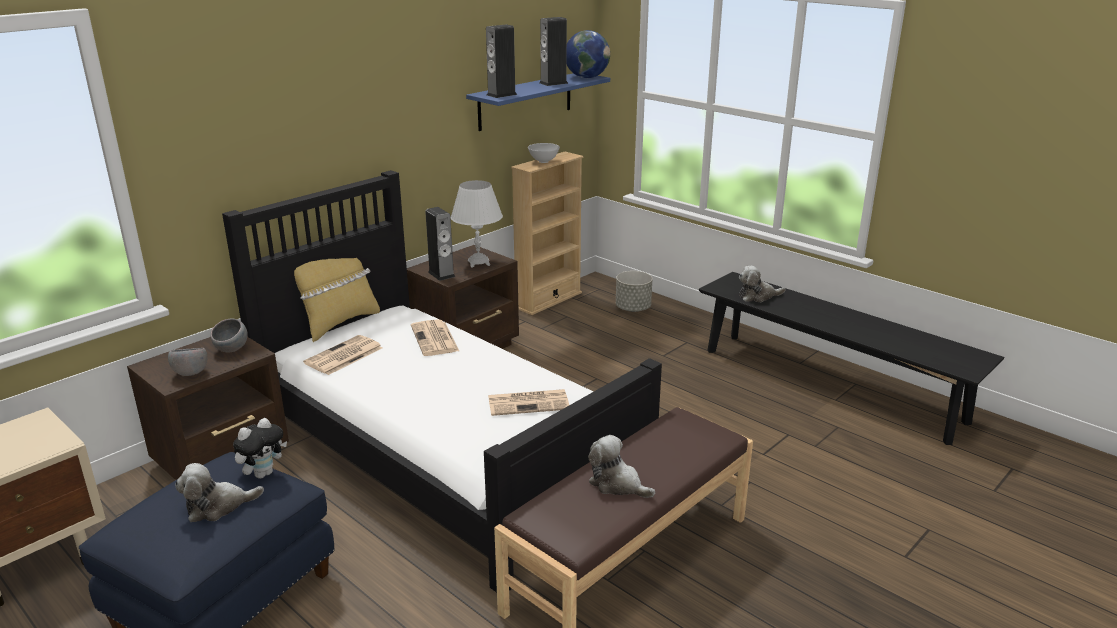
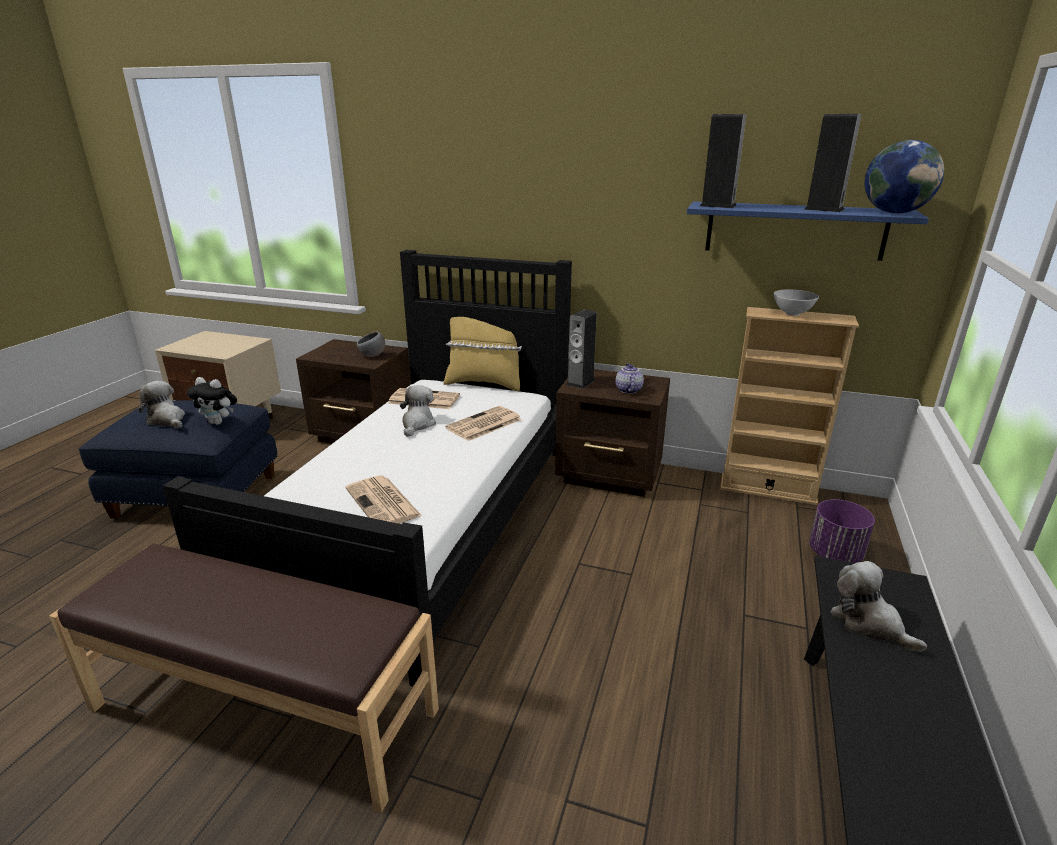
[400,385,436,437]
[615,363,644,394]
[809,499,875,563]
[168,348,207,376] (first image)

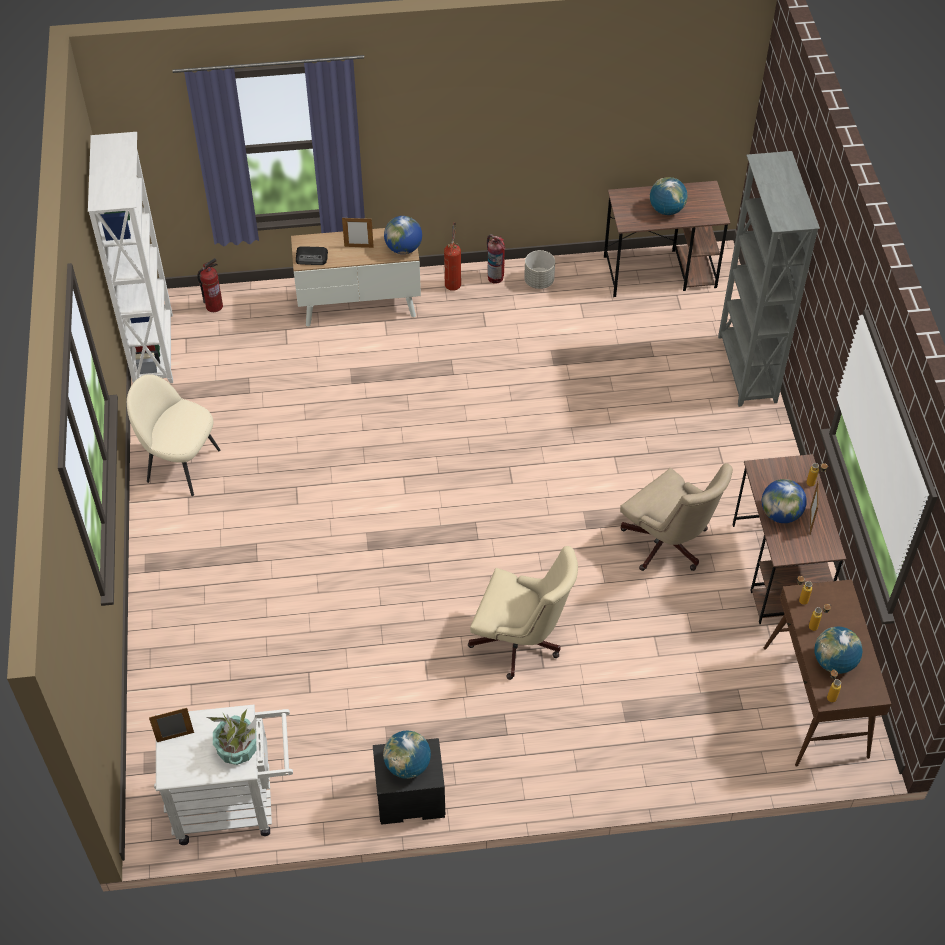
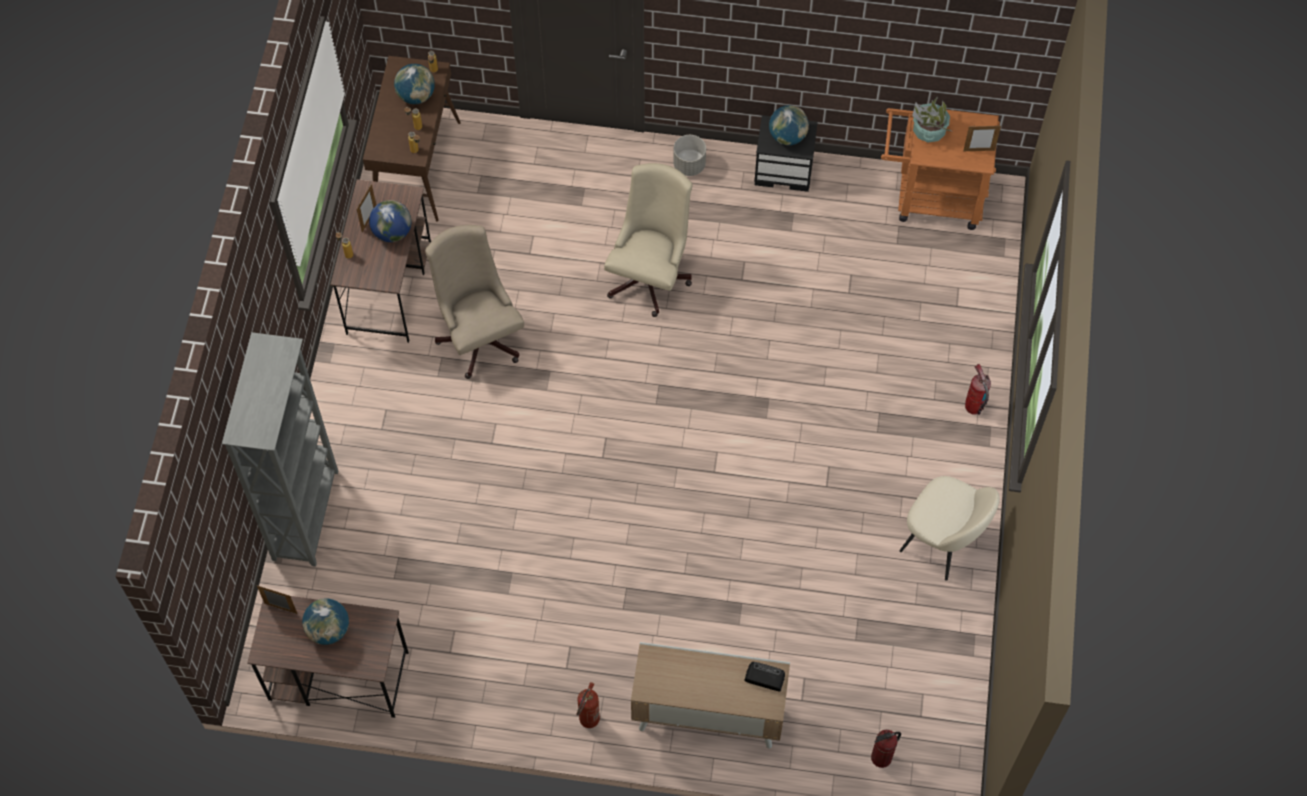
[257,585,297,614]
[604,163,693,317]
[673,135,706,176]
[881,106,1000,230]
[965,364,991,415]
[88,132,173,383] (first image)
[384,216,422,254] (first image)

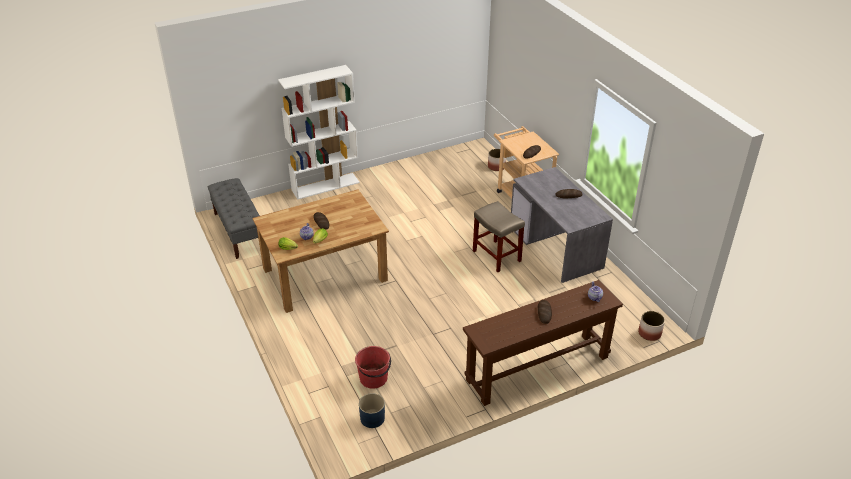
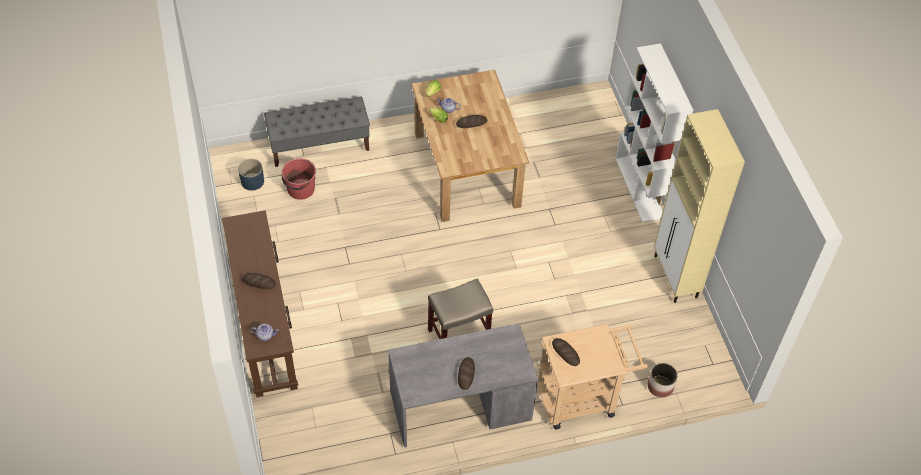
[264,96,370,167]
[654,109,745,303]
[638,311,665,341] (first image)

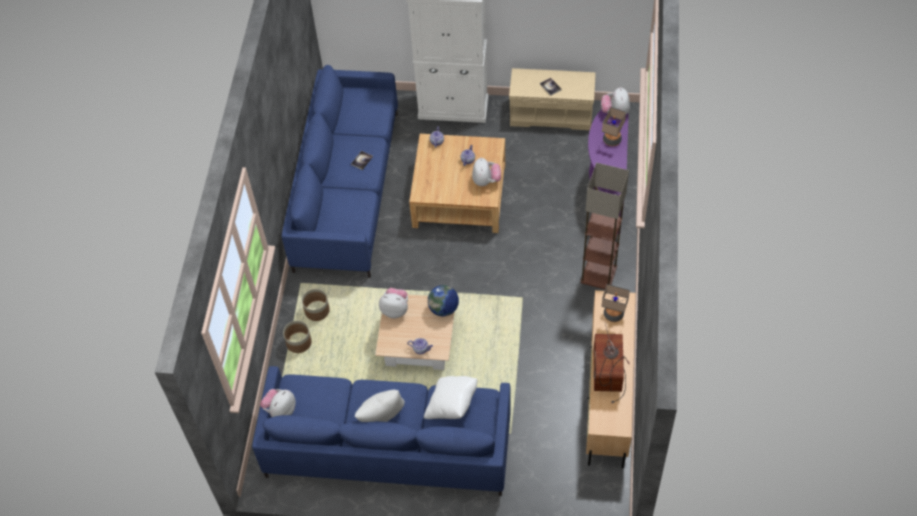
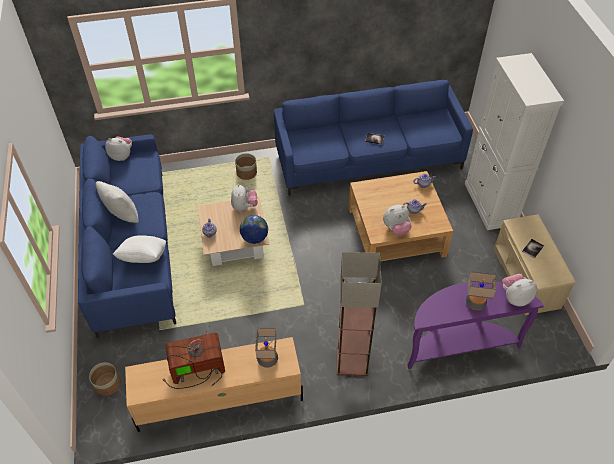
[89,362,121,396]

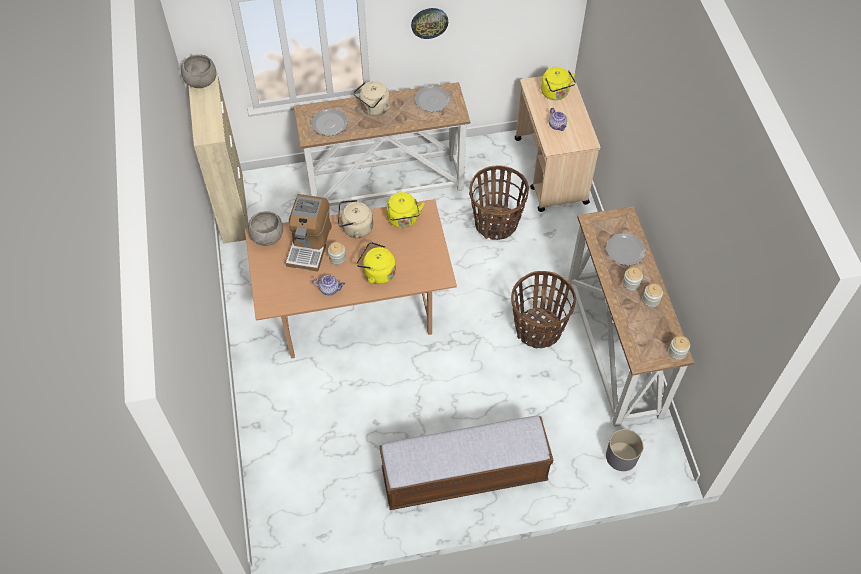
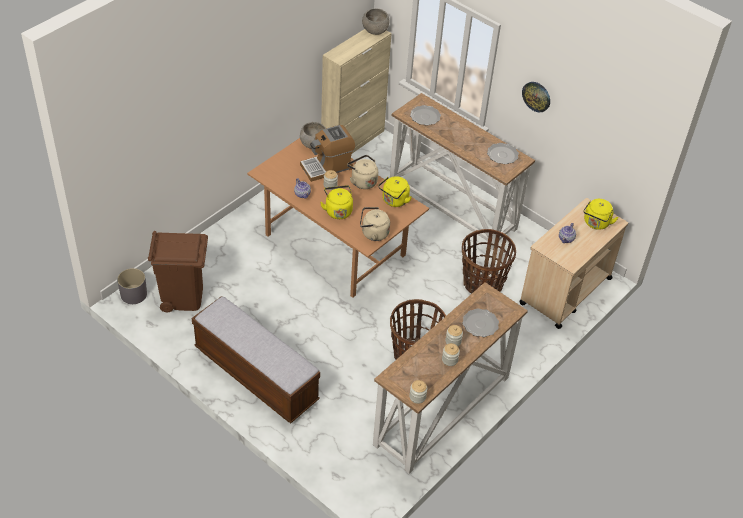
[117,268,147,304]
[148,231,208,312]
[360,207,390,241]

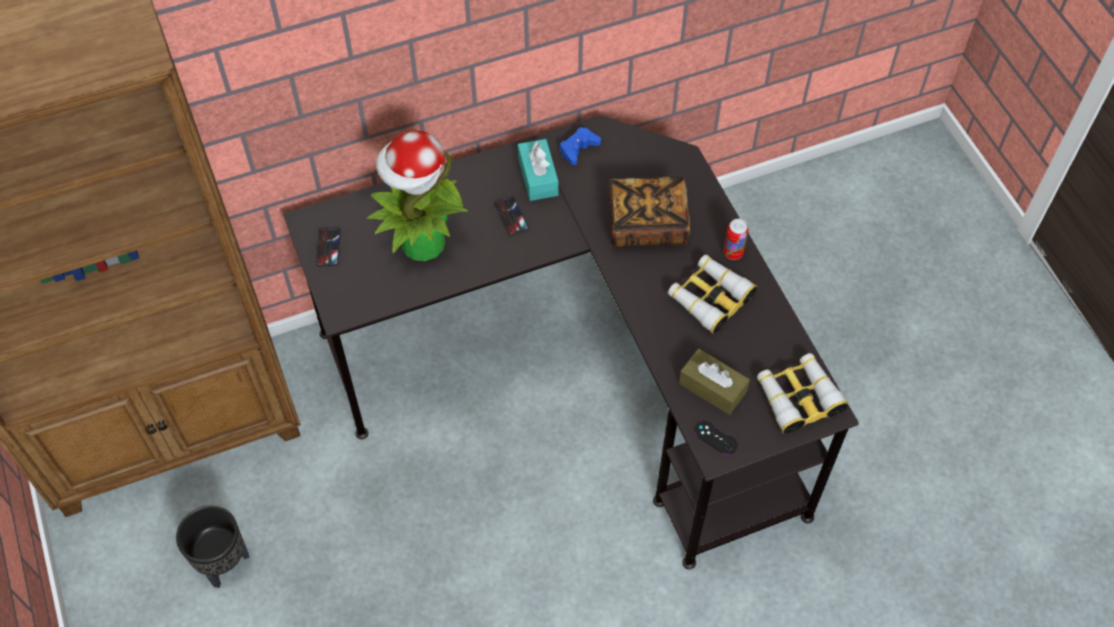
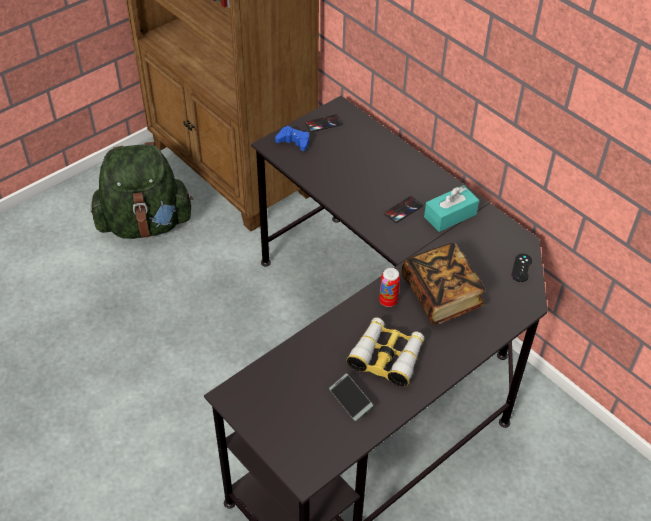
[91,142,193,239]
[275,126,309,151]
[329,373,373,421]
[379,268,400,307]
[511,254,532,282]
[367,130,468,261] (first image)
[679,349,750,415] (first image)
[757,353,849,434] (first image)

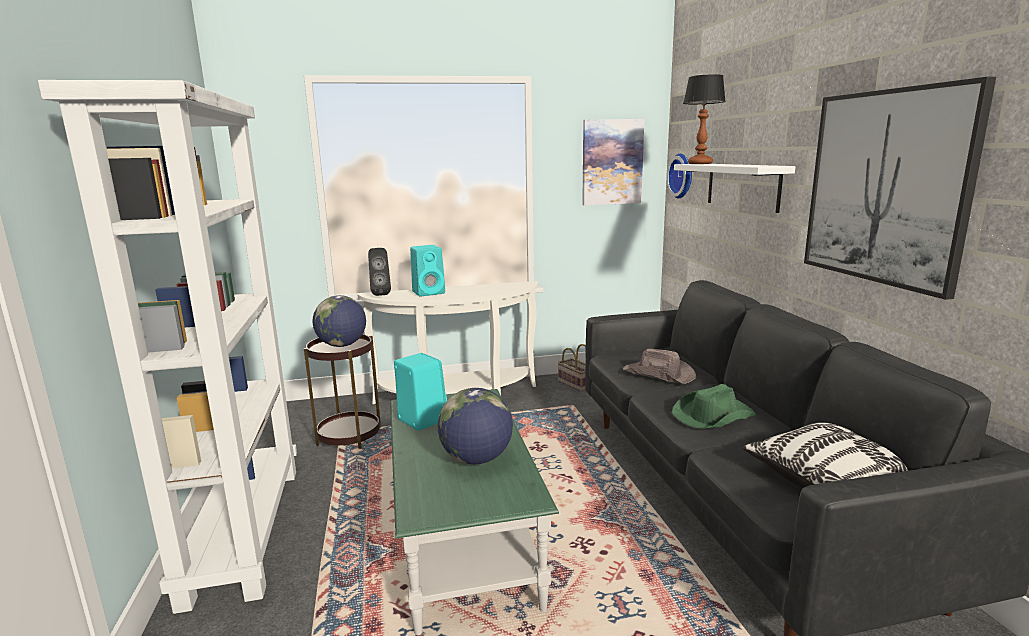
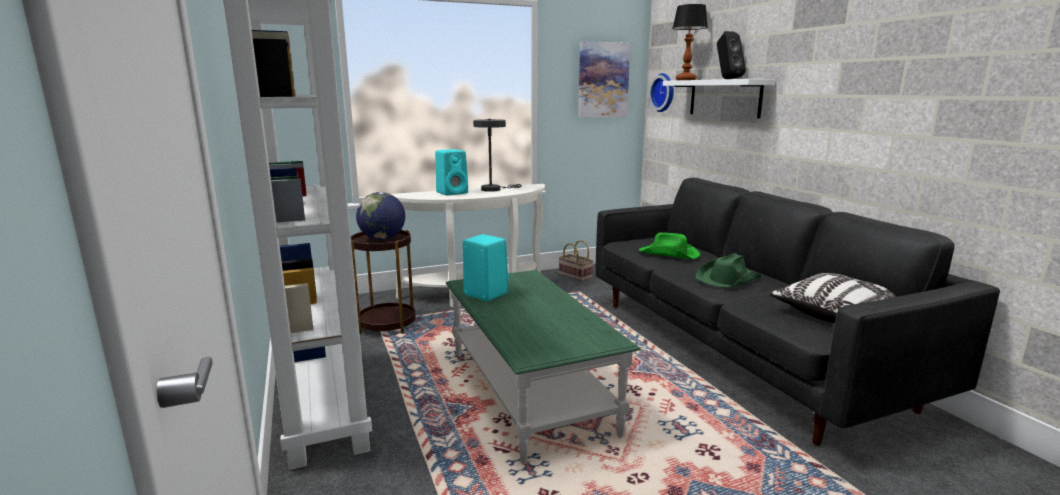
[473,119,522,192]
[639,232,701,259]
[717,31,746,79]
[438,388,513,464] (first image)
[804,77,996,300] (first image)

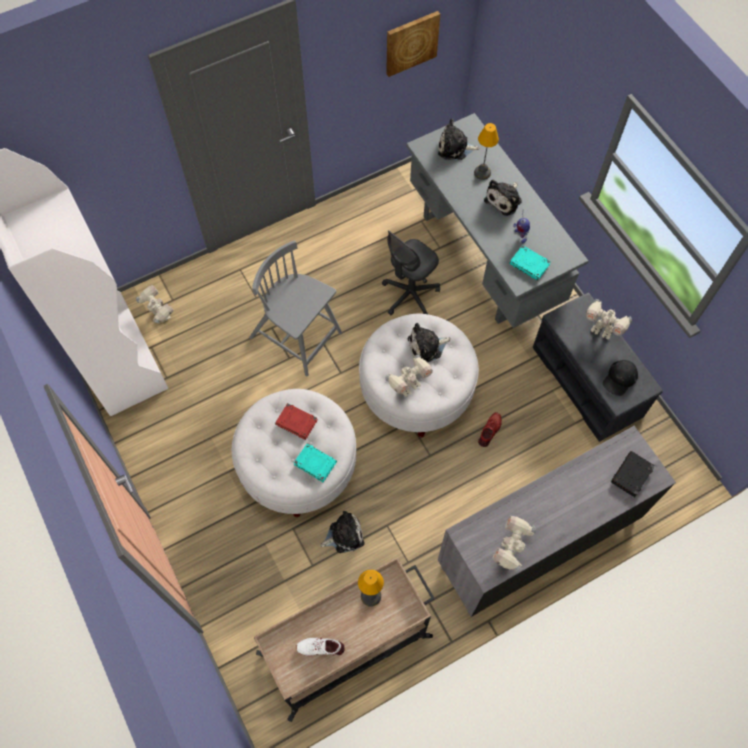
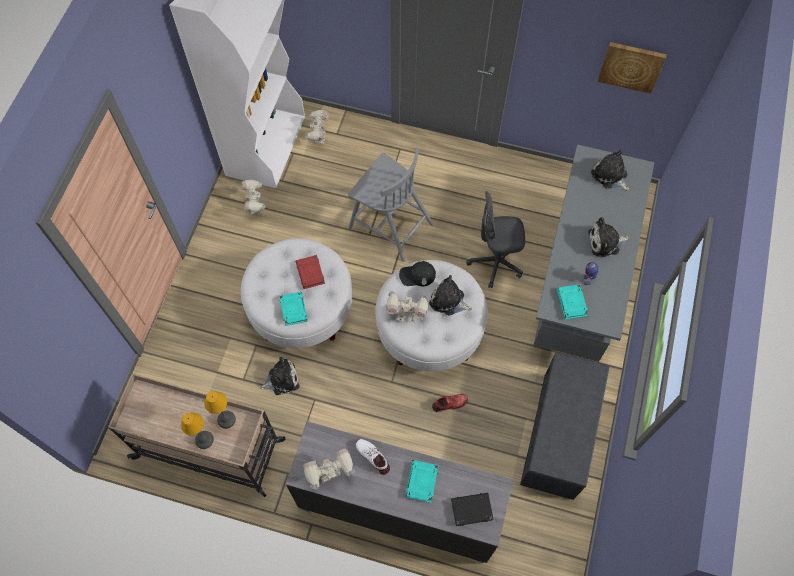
[181,413,214,449]
[241,180,266,215]
[260,357,300,395]
[348,147,433,262]
[356,439,390,475]
[399,261,436,286]
[405,460,439,503]

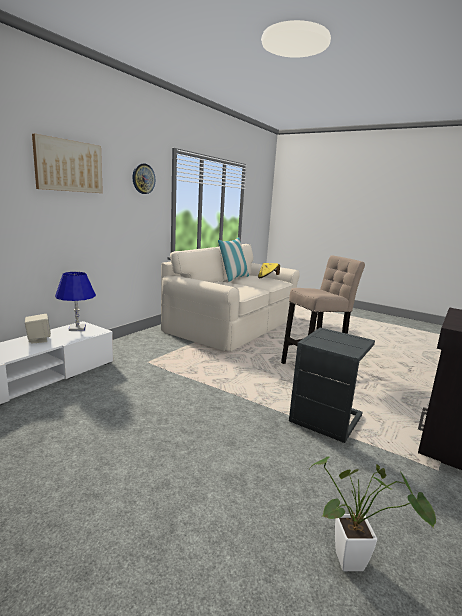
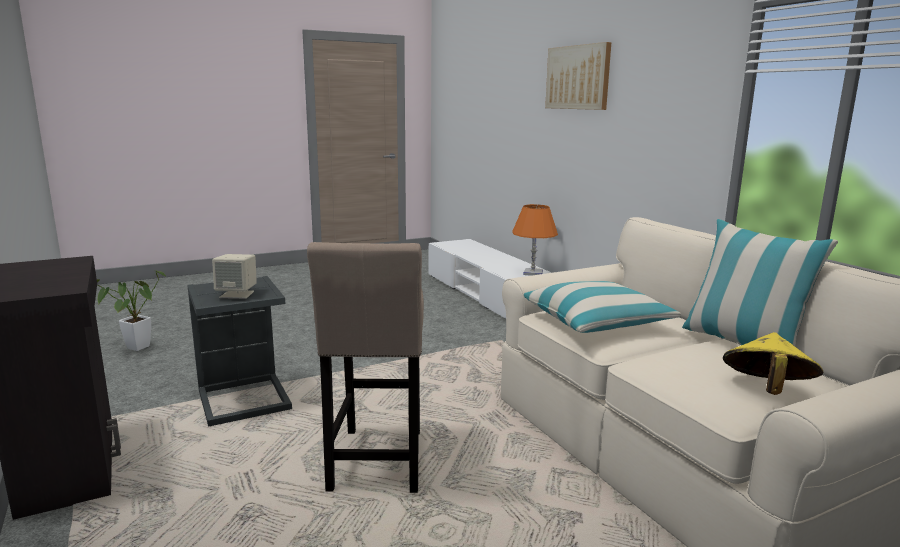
[212,254,257,299]
[512,204,558,276]
[524,281,681,333]
[132,163,155,194] (first image)

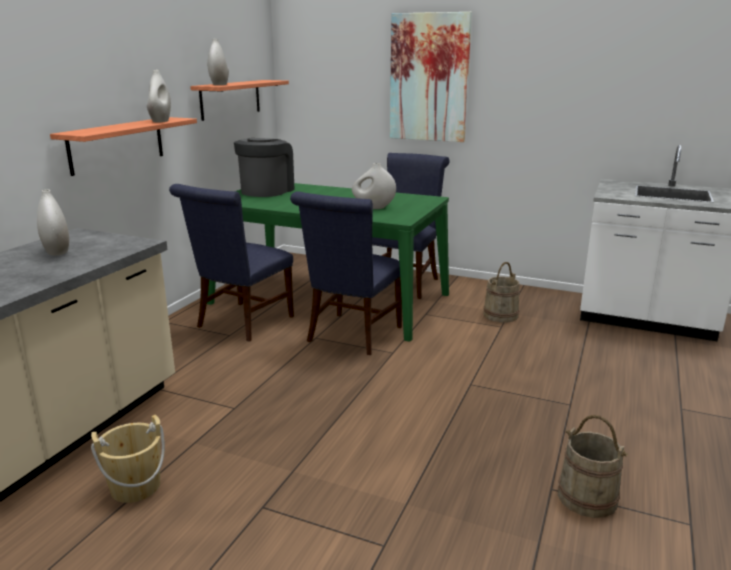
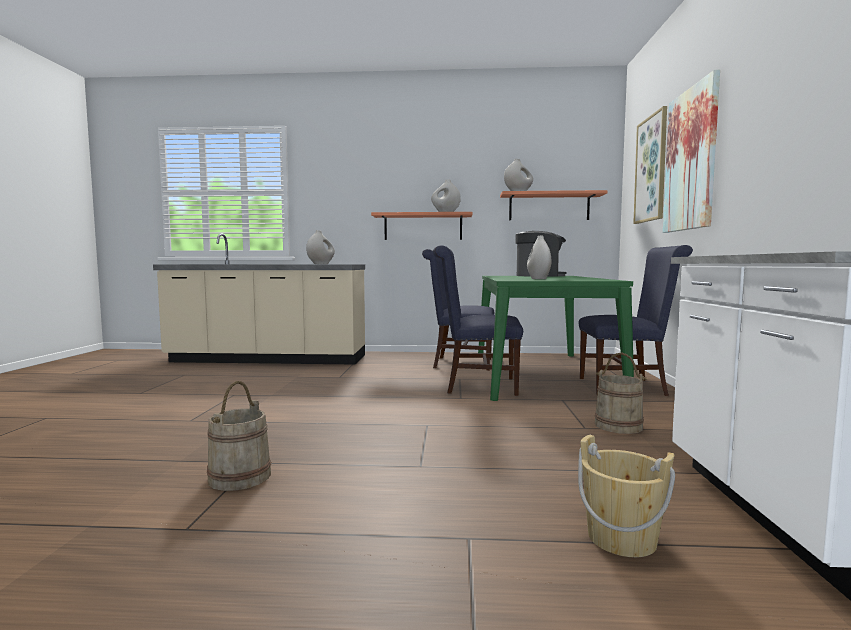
[578,435,675,557]
[633,106,667,224]

